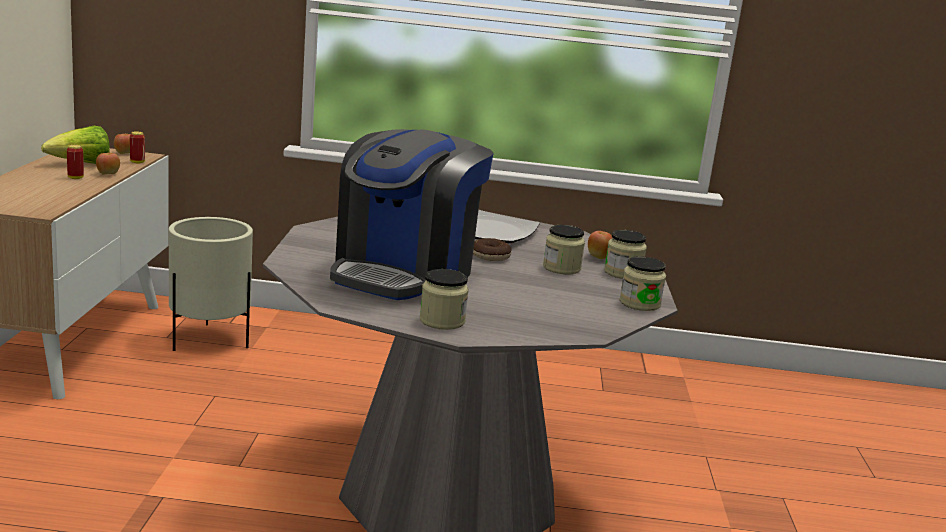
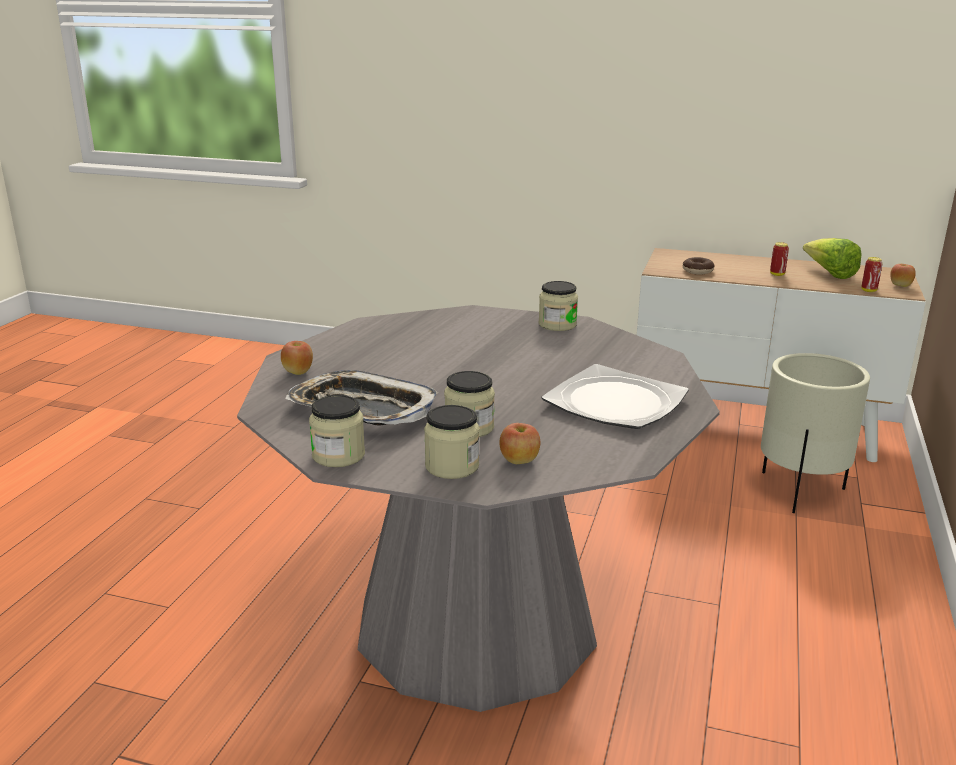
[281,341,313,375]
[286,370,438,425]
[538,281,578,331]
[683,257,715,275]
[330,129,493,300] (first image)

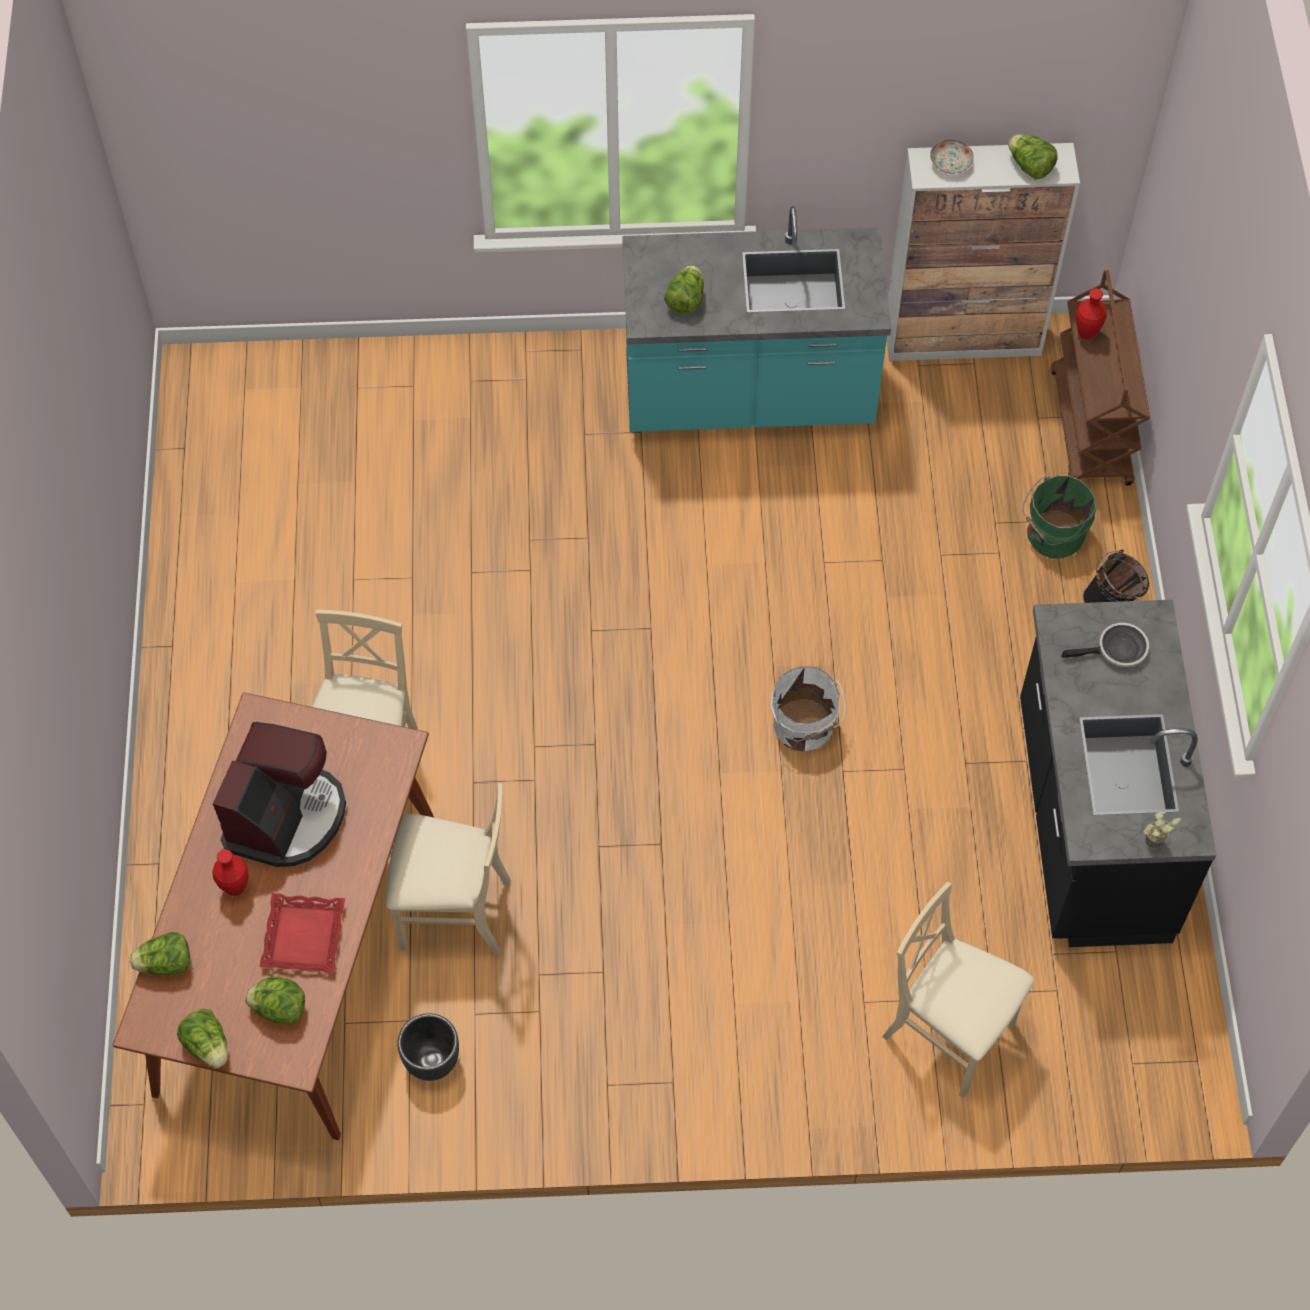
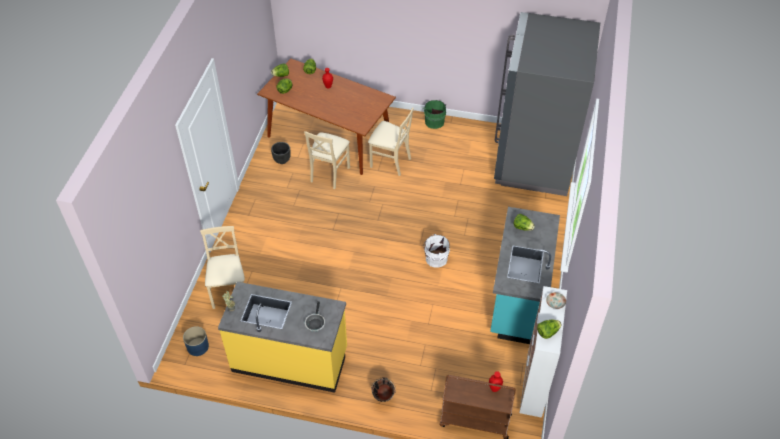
[183,326,209,356]
[200,226,245,309]
[218,282,347,393]
[423,100,446,129]
[424,234,450,267]
[494,12,600,196]
[213,722,346,867] (first image)
[260,893,345,973] (first image)

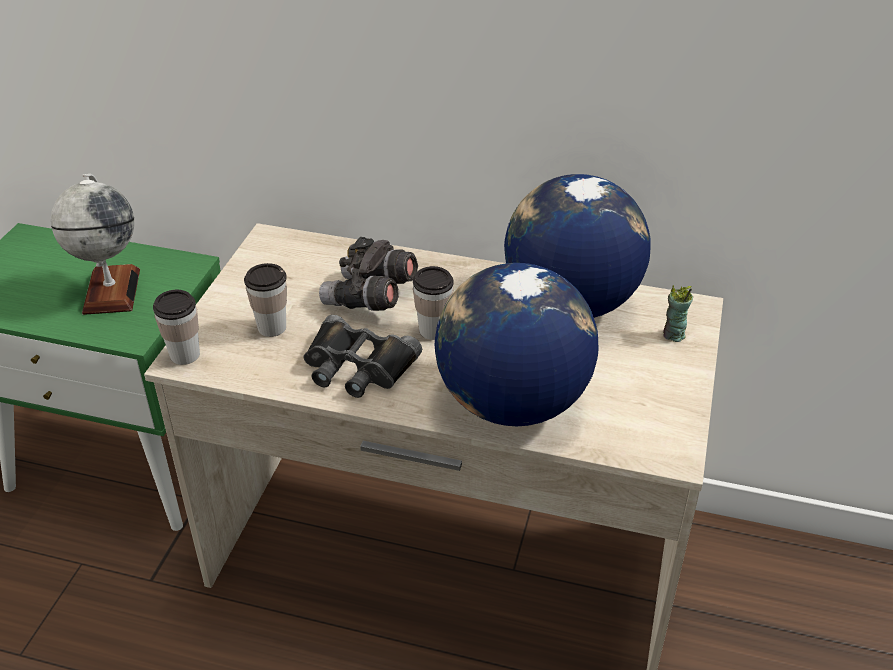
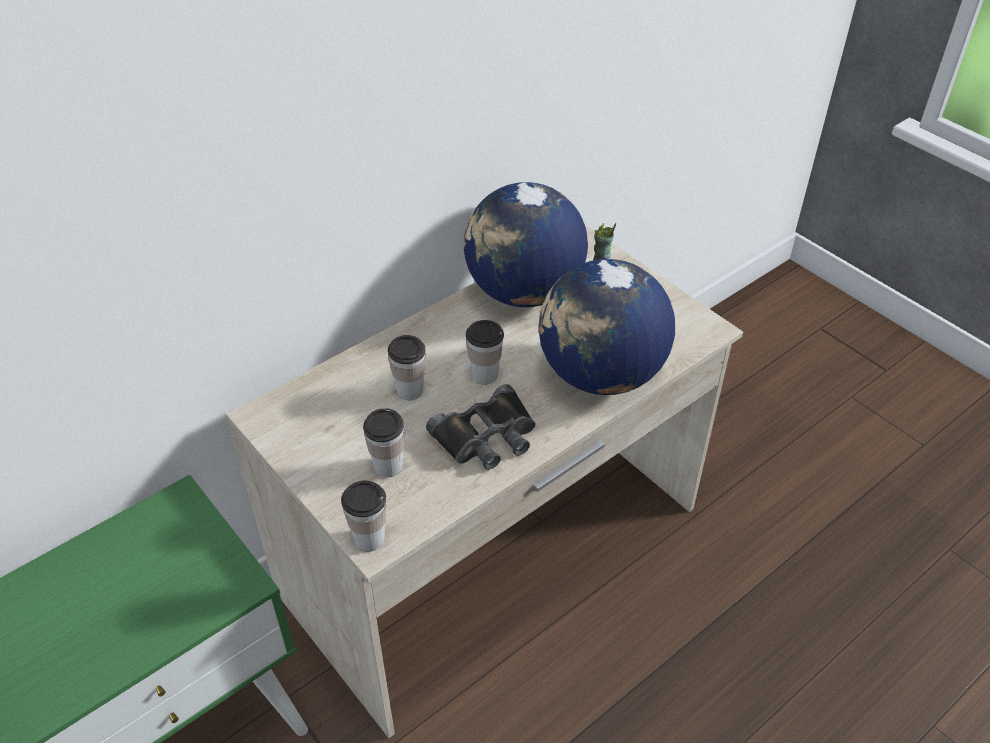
[388,335,426,400]
[51,174,140,315] (first image)

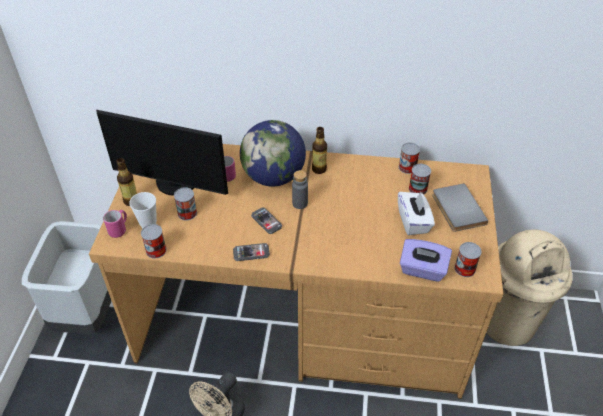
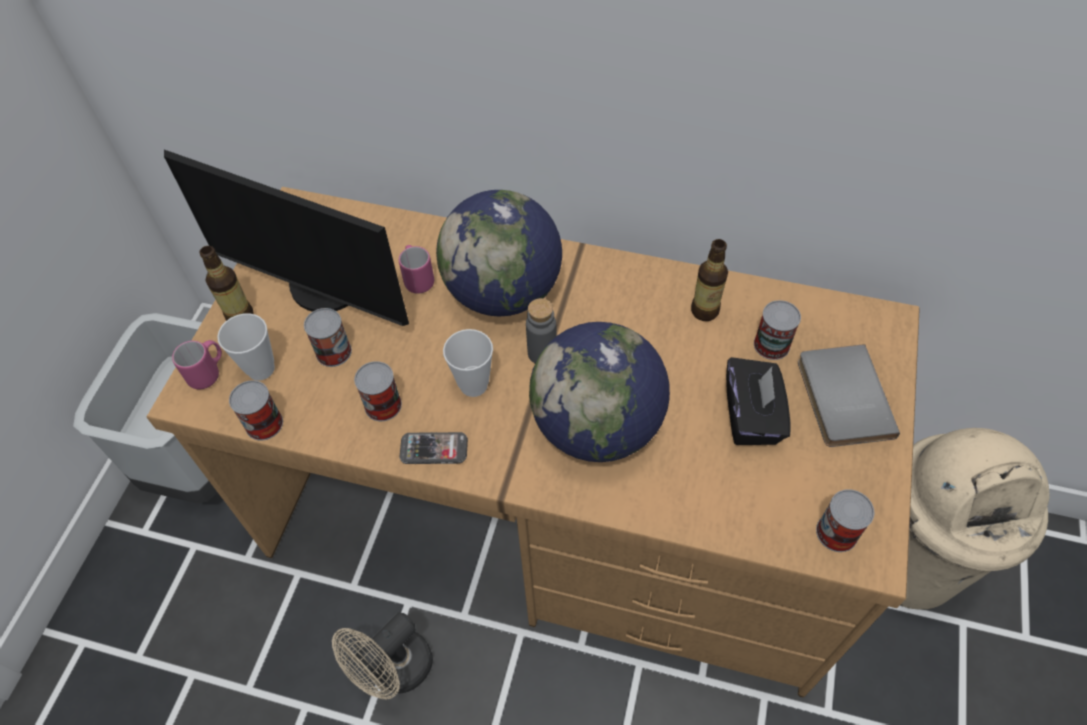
[354,361,402,421]
[443,329,493,397]
[529,322,670,462]
[691,239,728,321]
[726,357,790,445]
[400,239,452,282] (first image)

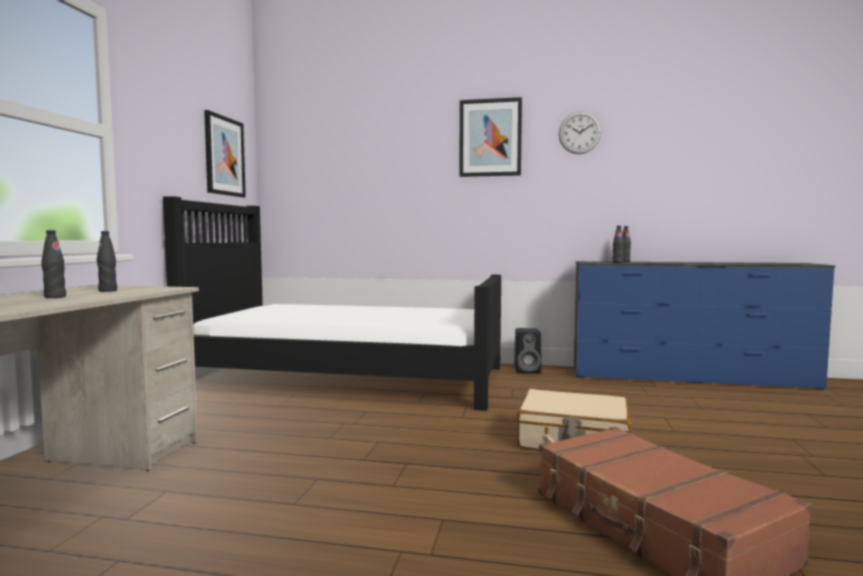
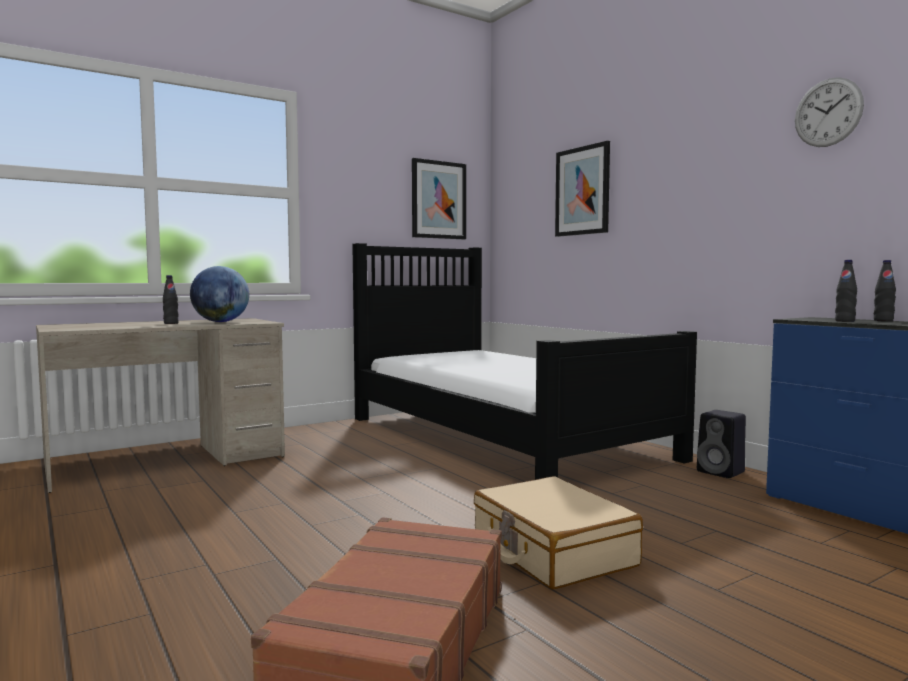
[190,266,249,322]
[555,141,610,237]

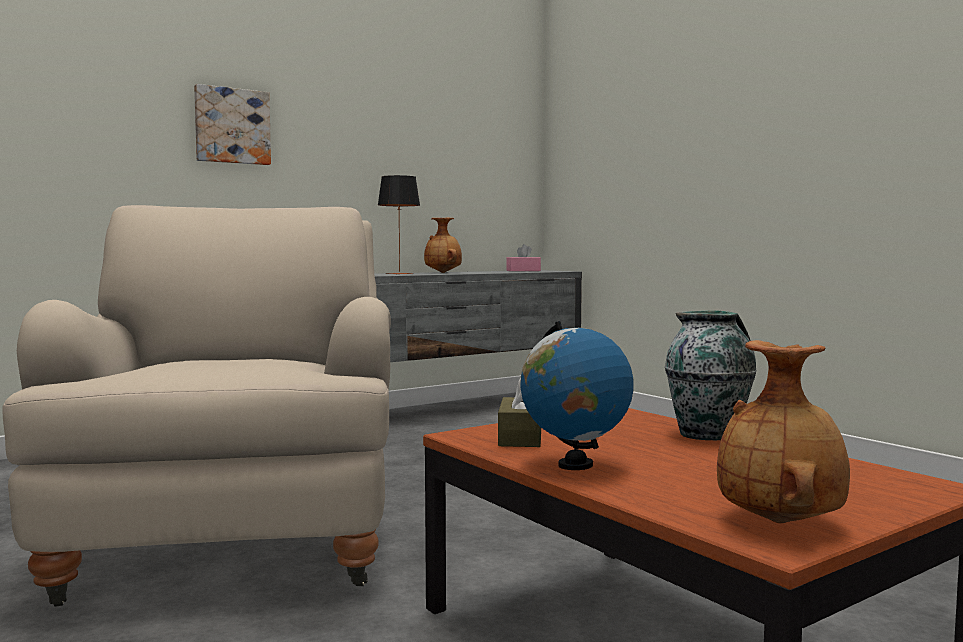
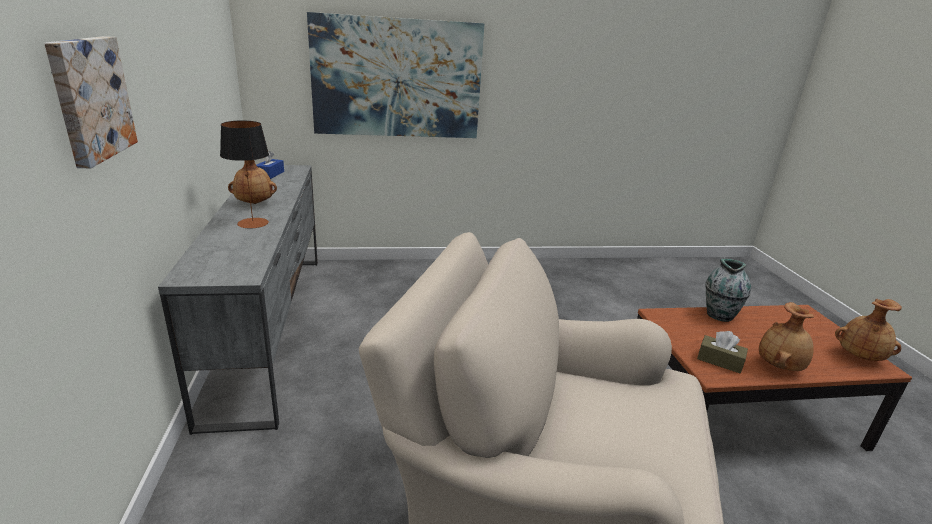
[256,151,284,179]
[307,12,484,138]
[759,302,815,371]

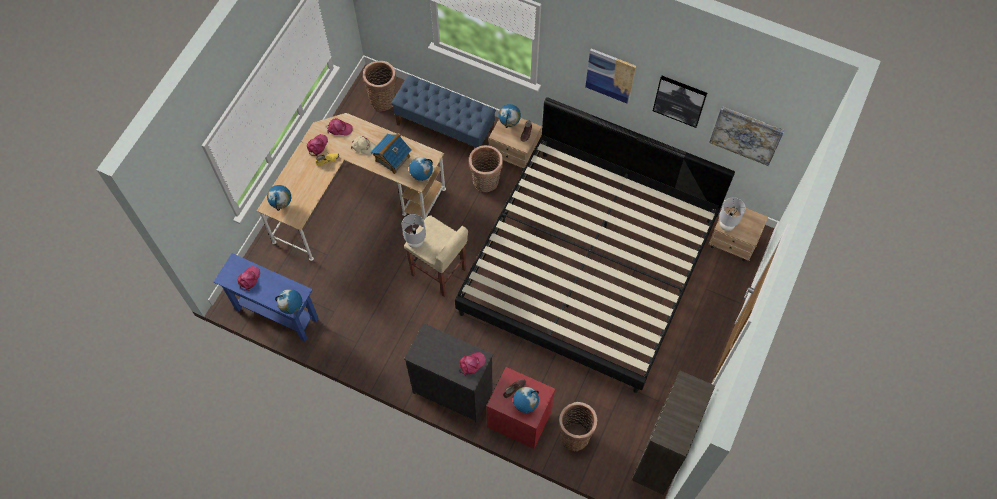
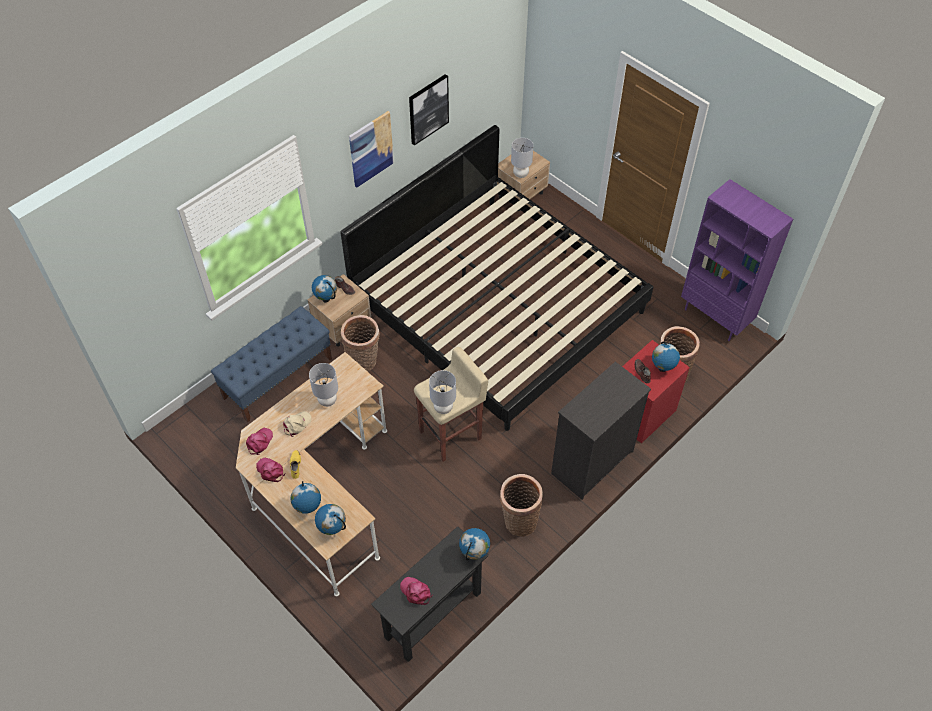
[291,481,321,514]
[309,363,338,407]
[371,526,489,662]
[500,474,543,537]
[681,179,793,341]
[459,352,486,376] (first image)
[709,106,785,166] (first image)

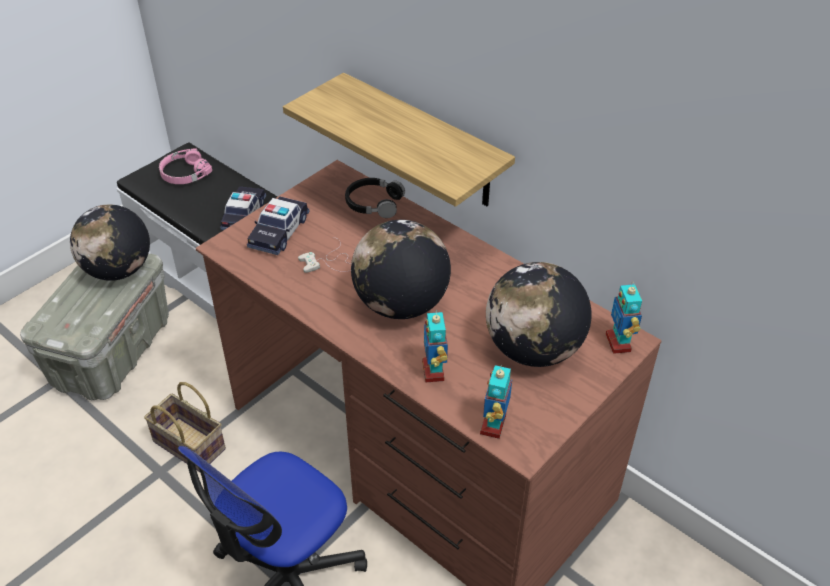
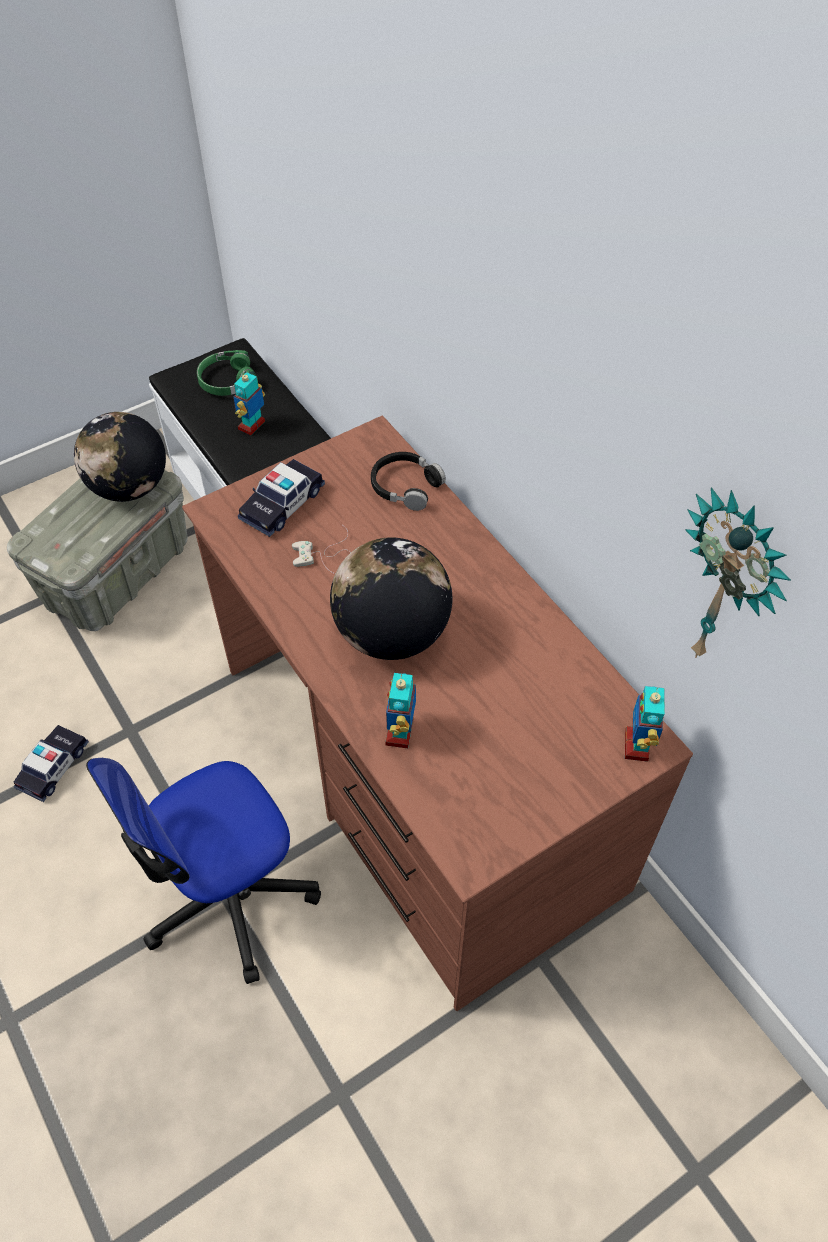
[14,725,89,802]
[197,350,258,396]
[233,370,265,435]
[685,487,791,658]
[144,382,226,472] (first image)
[283,73,515,207] (first image)
[486,262,591,367] (first image)

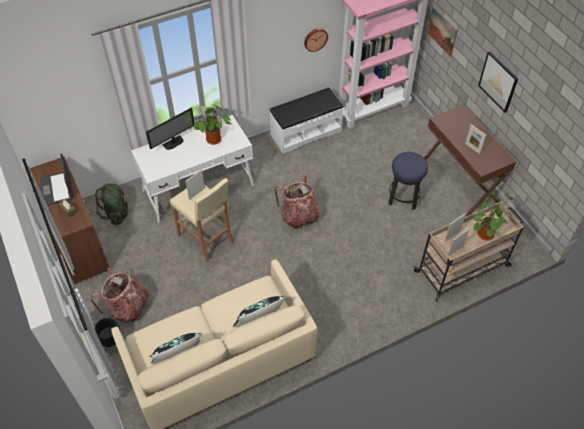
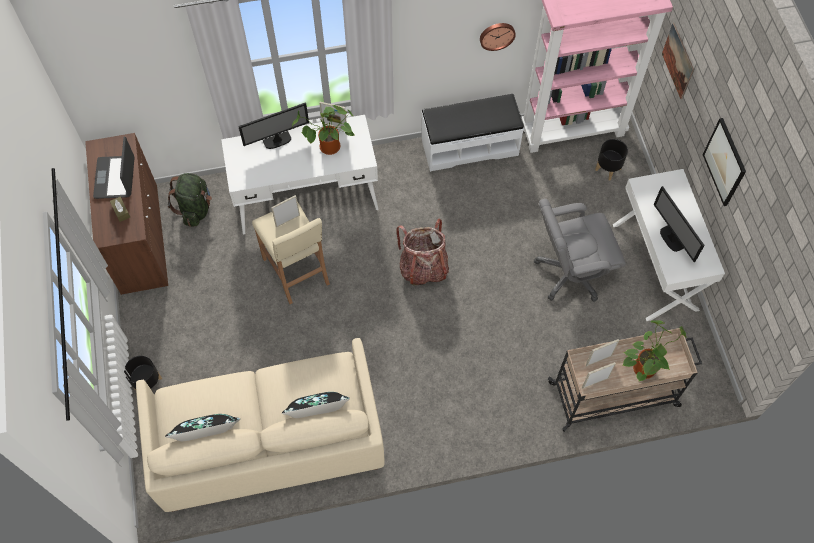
[534,199,626,302]
[595,139,628,181]
[613,169,725,321]
[654,186,705,262]
[91,267,148,323] (first image)

